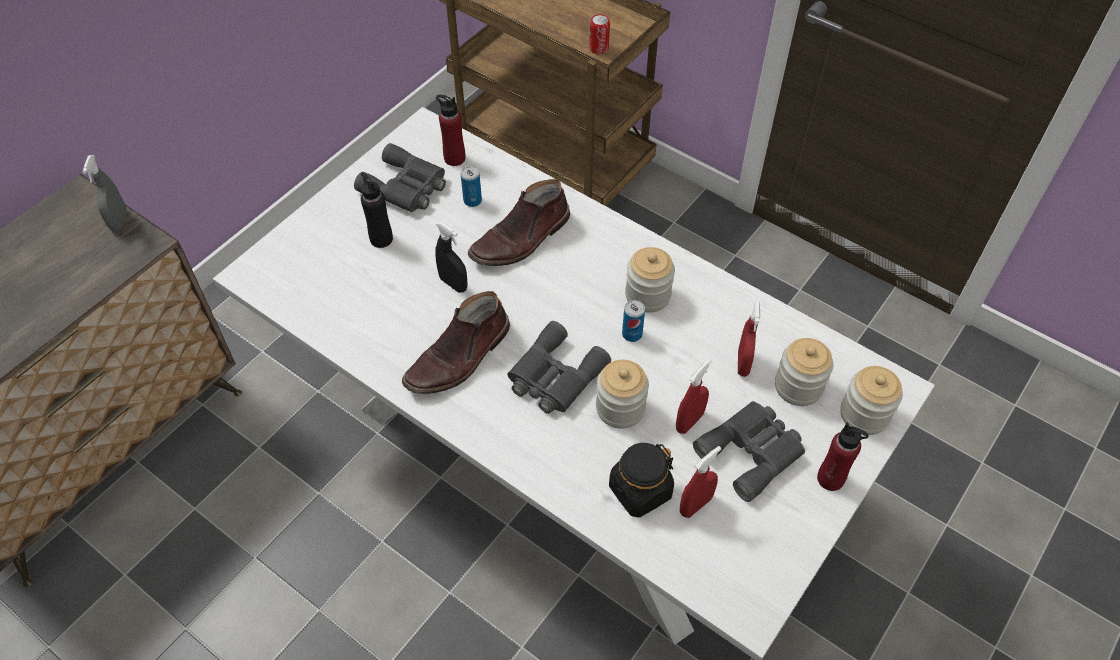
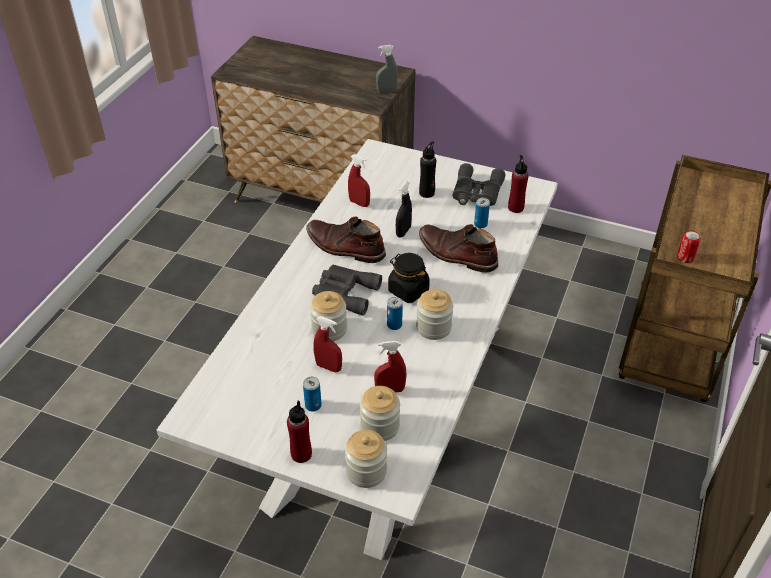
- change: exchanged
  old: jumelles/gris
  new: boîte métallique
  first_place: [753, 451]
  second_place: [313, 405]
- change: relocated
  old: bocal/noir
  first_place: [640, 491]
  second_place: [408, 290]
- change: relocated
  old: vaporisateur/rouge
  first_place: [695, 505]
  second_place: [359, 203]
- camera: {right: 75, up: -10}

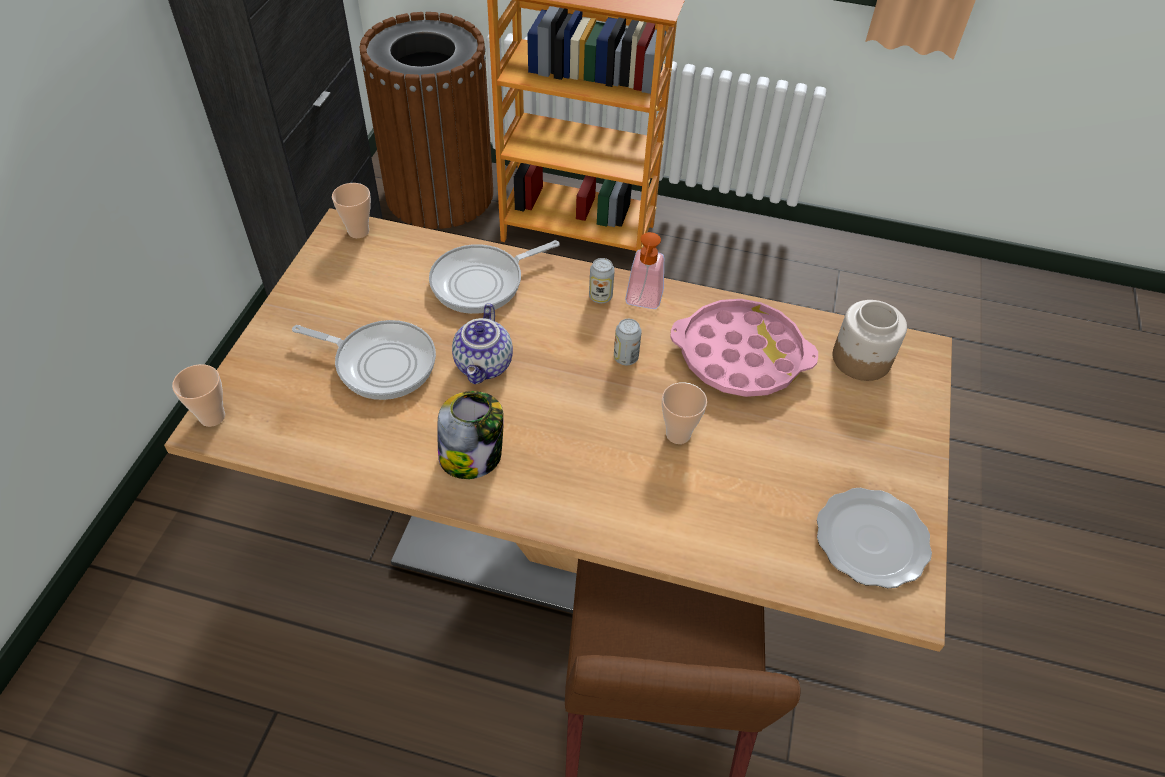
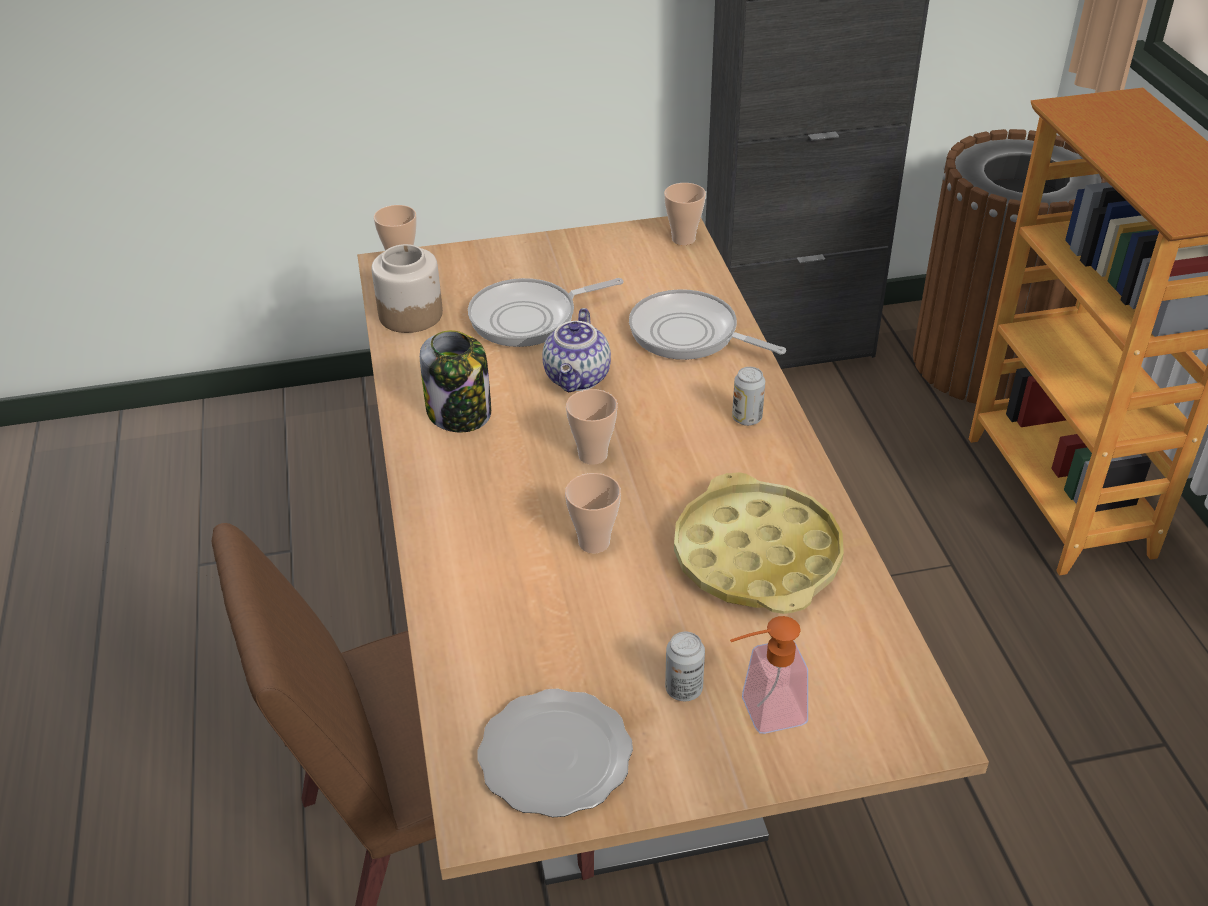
- change: relocated
  old: distributeur de savon
  first_place: [642, 302]
  second_place: [762, 713]
- change: colour
  old: plateau/rose
  new: plateau/jaune
  first_place: [740, 355]
  second_place: [757, 556]
- change: relocated
  old: bocal
  first_place: [860, 358]
  second_place: [410, 314]
- change: spun
  old: théière
  first_place: [485, 365]
  second_place: [579, 378]
  degrees: -60
- change: relocated
  old: boîte métallique
  first_place: [625, 358]
  second_place: [683, 689]
- change: spun
  old: poêle
  first_place: [380, 362]
  second_place: [529, 318]
  degrees: 75
- change: appeared
  new: tasse
  second_place: [592, 455]
- camera: {right: 65, up: -10}

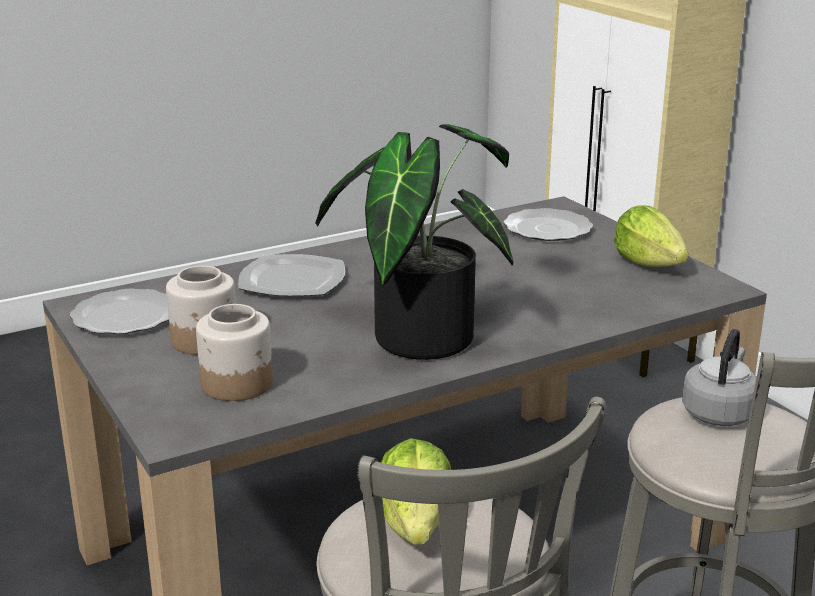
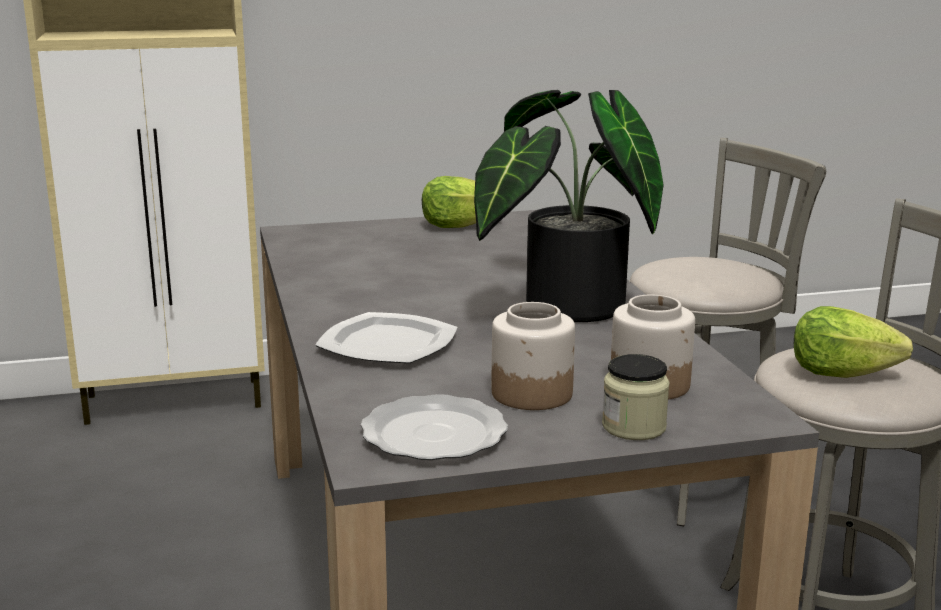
- change: missing
  old: assiette
  first_place: [547, 229]
- change: missing
  old: bouilloire/gris
  first_place: [719, 412]
- change: appeared
  new: bocal
  second_place: [634, 427]
- camera: {right: -75, up: -5}

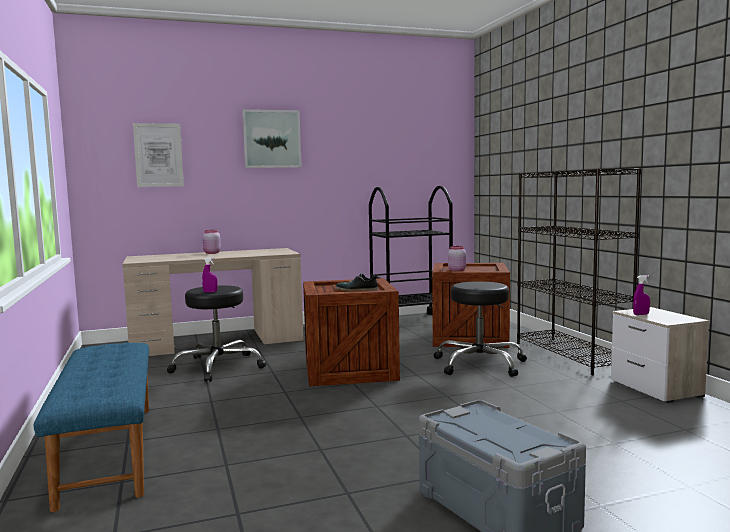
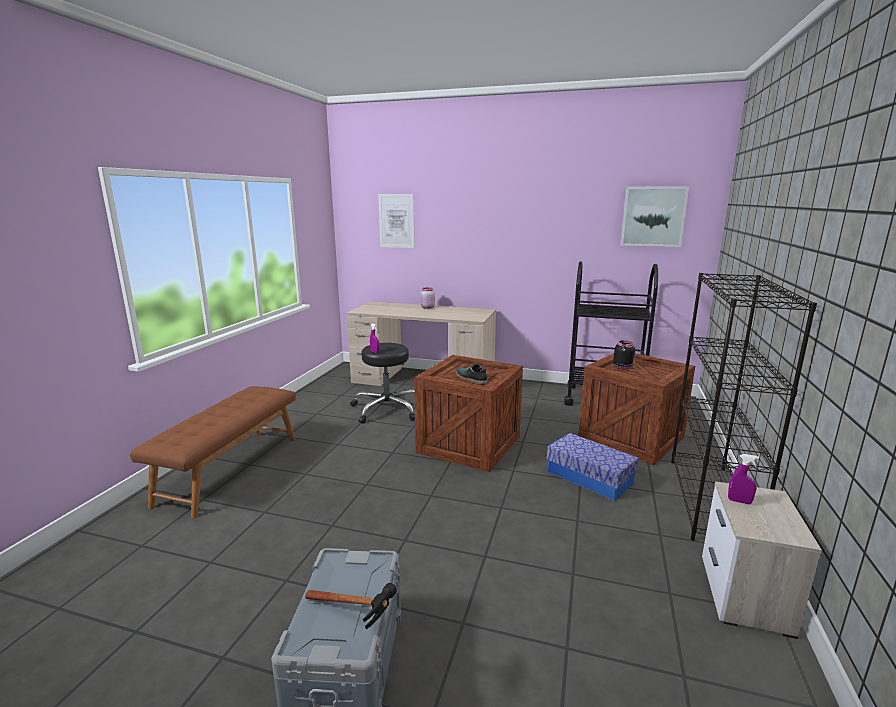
- change: relocated
  old: tableau
  first_place: [271, 139]
  second_place: [653, 216]
- change: colour
  old: bocal/rose
  new: bocal/noir
  first_place: [457, 270]
  second_place: [623, 367]
- change: exchanged
  old: tabouret/noir
  new: boîte de rangement
  first_place: [479, 364]
  second_place: [589, 477]
- change: colour
  old: banc/bleu
  new: banc/marron
  first_place: [107, 451]
  second_place: [230, 469]
- change: appeared
  new: marteau
  second_place: [358, 616]
- camera: {right: 35, up: 10}

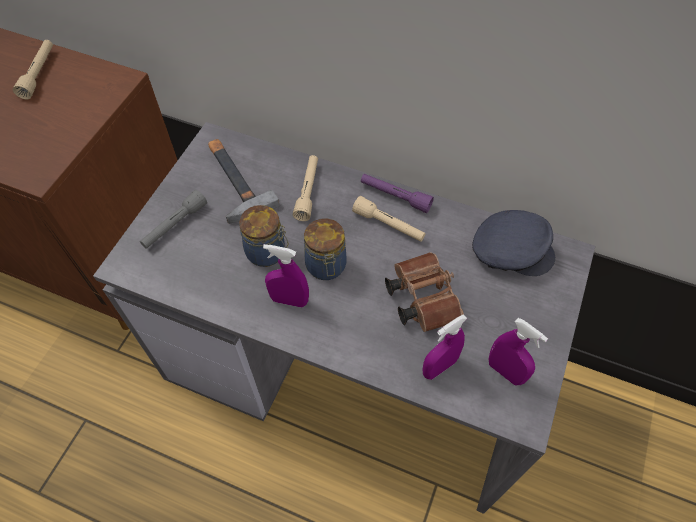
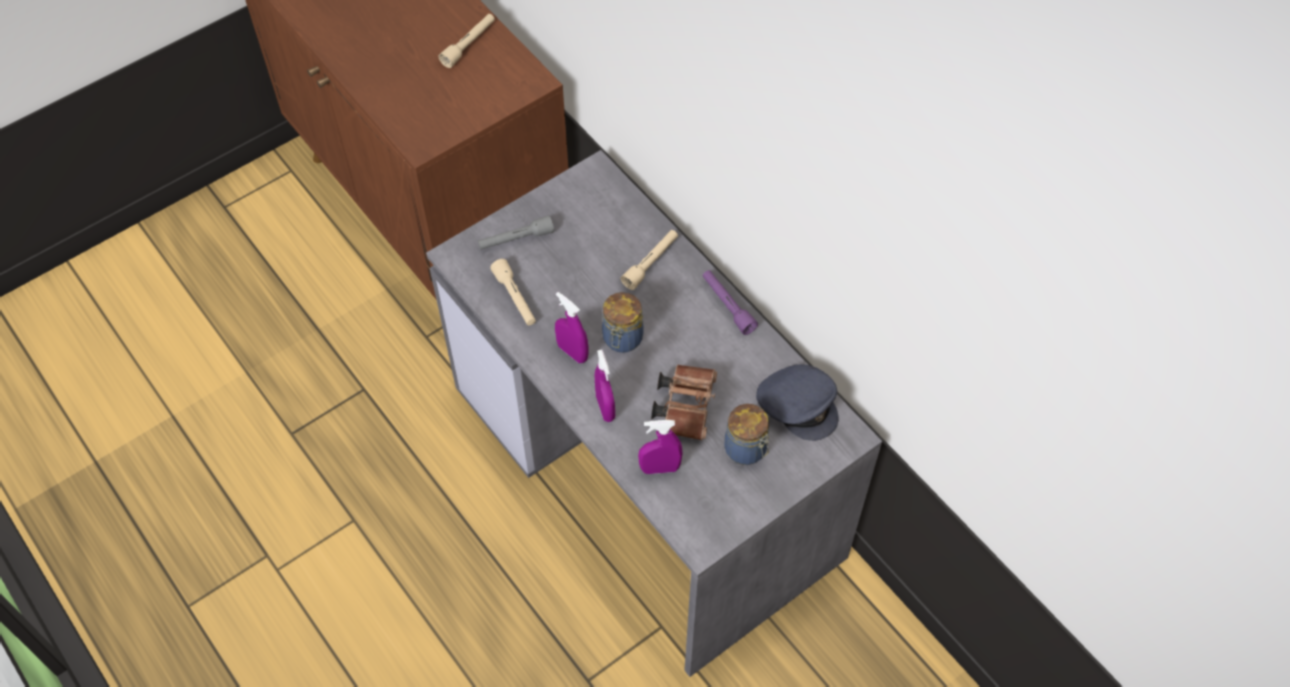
- change: missing
  old: marteau
  first_place: [233, 181]
- change: relocated
  old: lampe de poche/beige
  first_place: [388, 225]
  second_place: [515, 298]
- change: relocated
  old: bocal
  first_place: [267, 252]
  second_place: [746, 450]
- change: relocated
  old: vaporisateur/violet
  first_place: [505, 372]
  second_place: [605, 408]
- camera: {right: 30, up: 0}

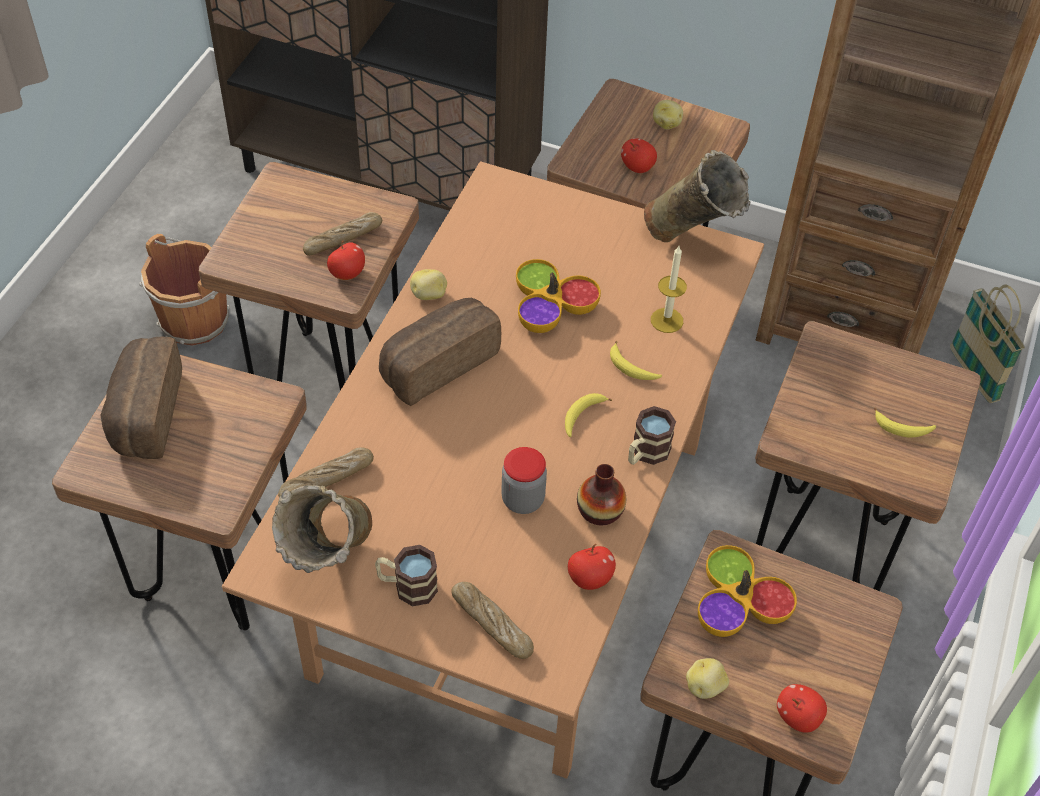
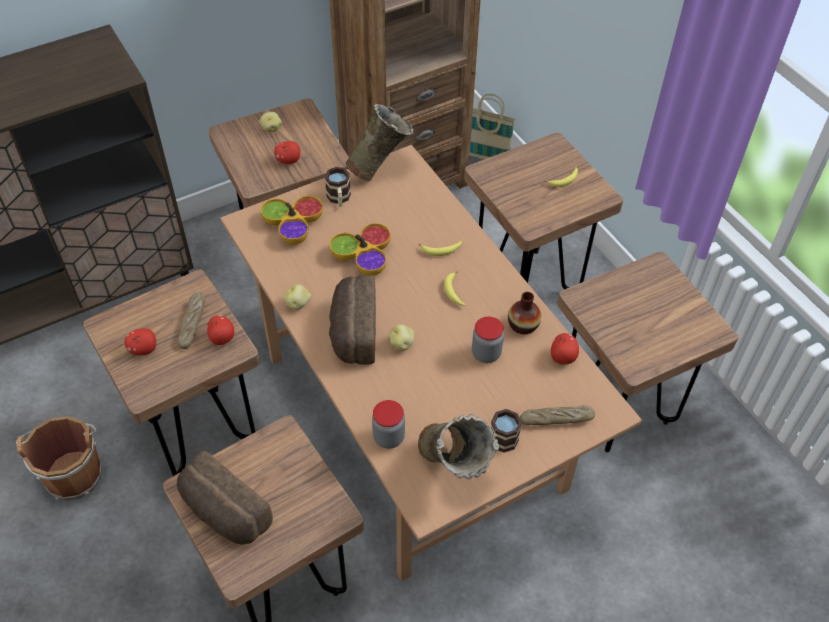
- change: missing
  old: bougie
  first_place: [667, 320]
- change: relocated
  old: mug
  first_place: [646, 454]
  second_place: [339, 199]
- change: exchanged
  old: pain
  new: bocal
  first_place: [327, 480]
  second_place: [388, 437]
- change: relocated
  old: bol
  first_place: [738, 603]
  second_place: [293, 225]
- change: relocated
  old: pomme de terre
  first_place: [705, 686]
  second_place: [401, 344]
- change: relocated
  old: pomme
  first_place: [798, 717]
  second_place: [144, 349]
- camera: {right: -50, up: 0}

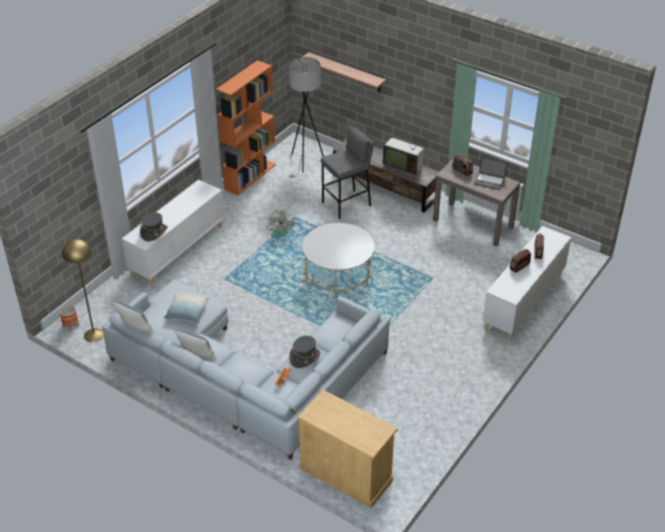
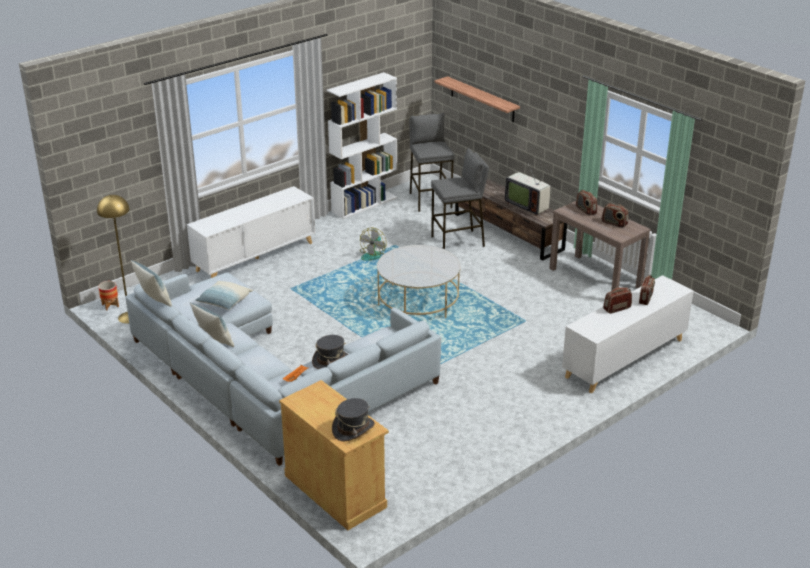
- change: exchanged
  old: lampadaire/gris
  new: tabouret/gris
  first_place: [305, 163]
  second_place: [430, 200]
- change: colour
  old: bibliothèque/orange
  new: bibliothèque/blanc
  first_place: [250, 176]
  second_place: [364, 204]
- change: exchanged
  old: ordinateur portable
  new: radio
  first_place: [490, 181]
  second_place: [614, 223]
- change: relocated
  old: chapeau/gris
  first_place: [154, 232]
  second_place: [353, 429]
- camera: {right: 15, up: -10}

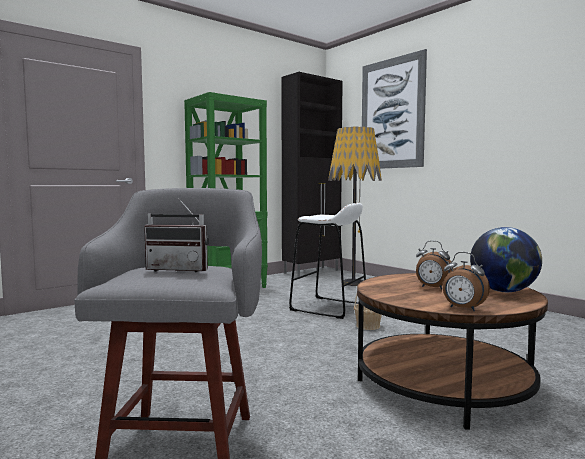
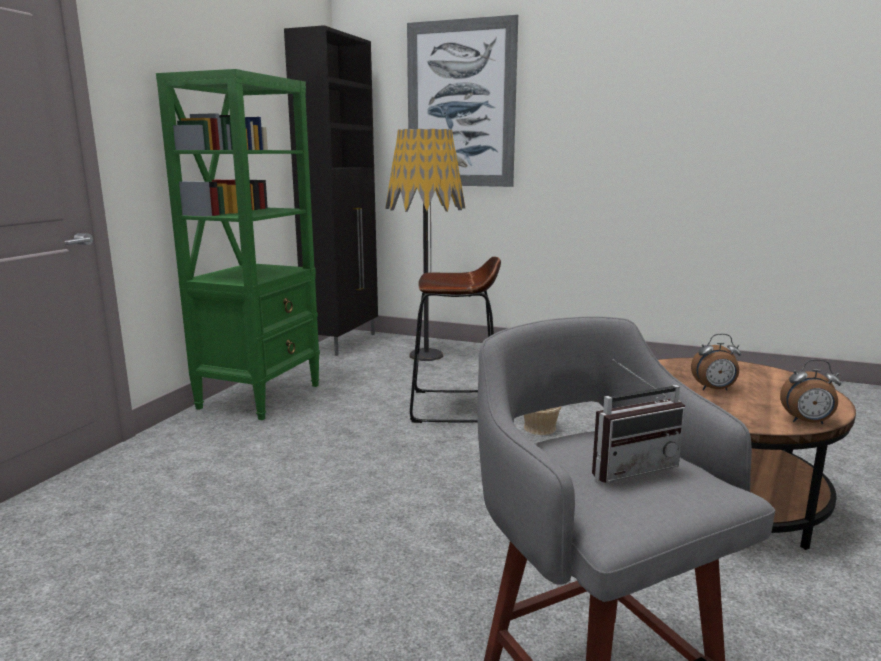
- change: colour
  old: tabouret/blanc
  new: tabouret/marron
  first_place: [329, 307]
  second_place: [454, 406]
- change: missing
  old: globe
  first_place: [503, 291]
- camera: {right: -30, up: 10}

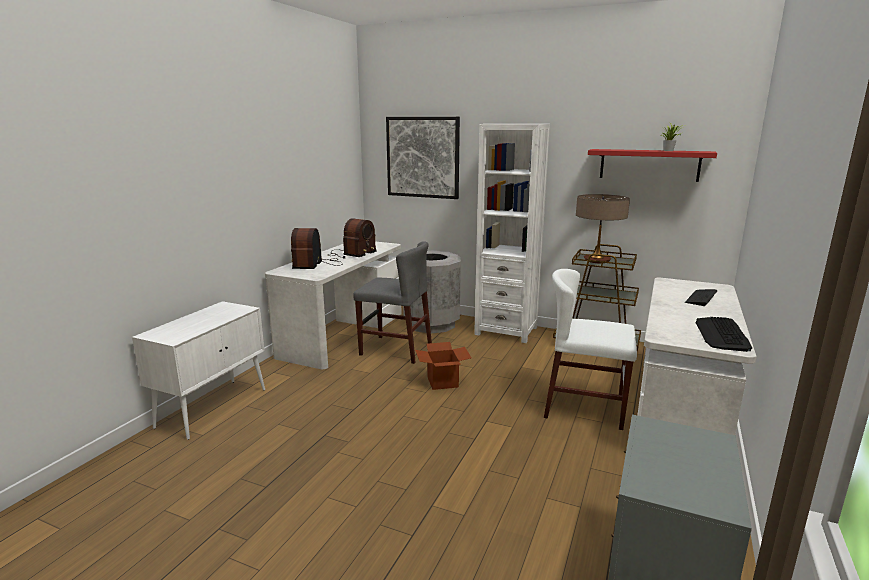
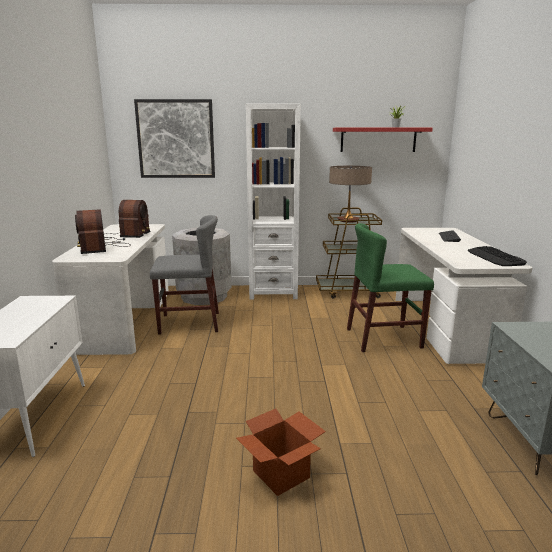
- change: colour
  old: chaise/blanc
  new: chaise/vert
  first_place: [584, 408]
  second_place: [383, 338]
- change: relocated
  old: carton
  first_place: [442, 382]
  second_place: [280, 474]
- camera: {right: -25, up: 0}

